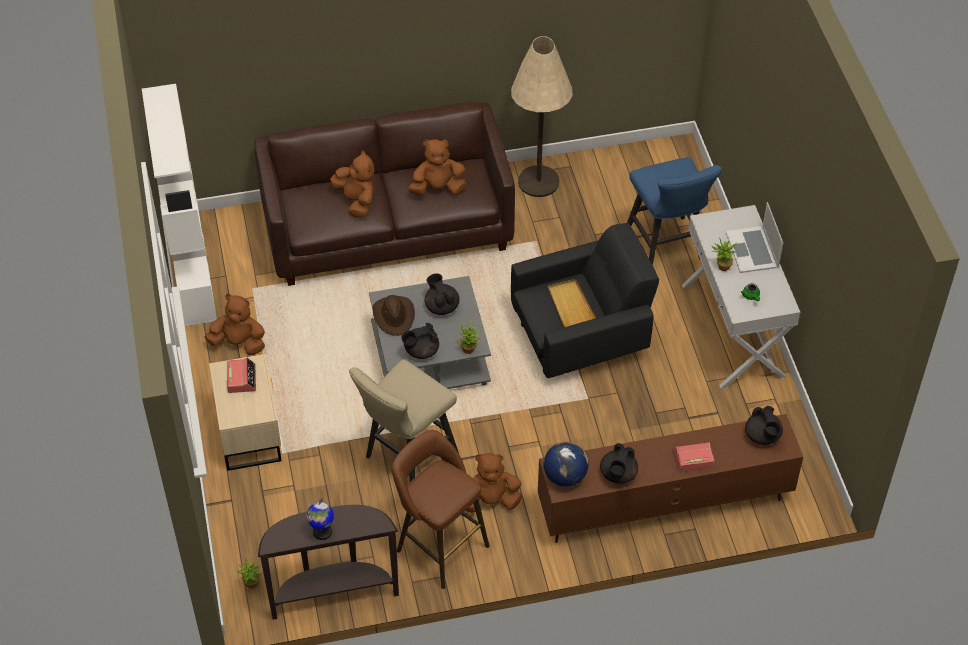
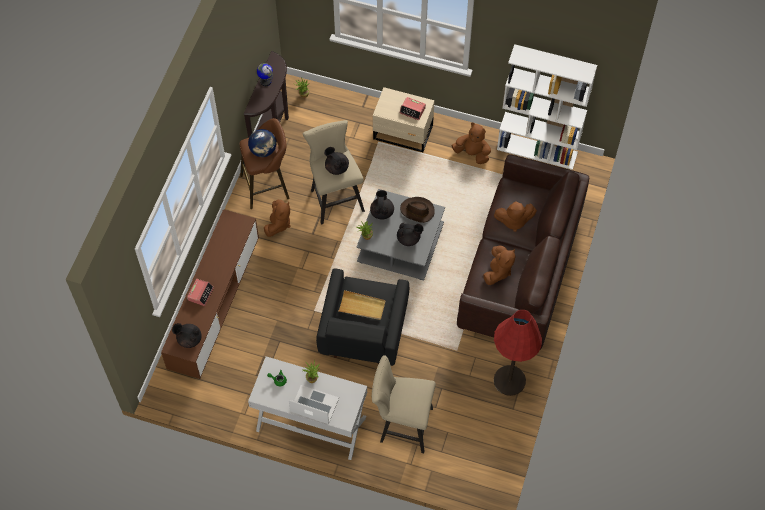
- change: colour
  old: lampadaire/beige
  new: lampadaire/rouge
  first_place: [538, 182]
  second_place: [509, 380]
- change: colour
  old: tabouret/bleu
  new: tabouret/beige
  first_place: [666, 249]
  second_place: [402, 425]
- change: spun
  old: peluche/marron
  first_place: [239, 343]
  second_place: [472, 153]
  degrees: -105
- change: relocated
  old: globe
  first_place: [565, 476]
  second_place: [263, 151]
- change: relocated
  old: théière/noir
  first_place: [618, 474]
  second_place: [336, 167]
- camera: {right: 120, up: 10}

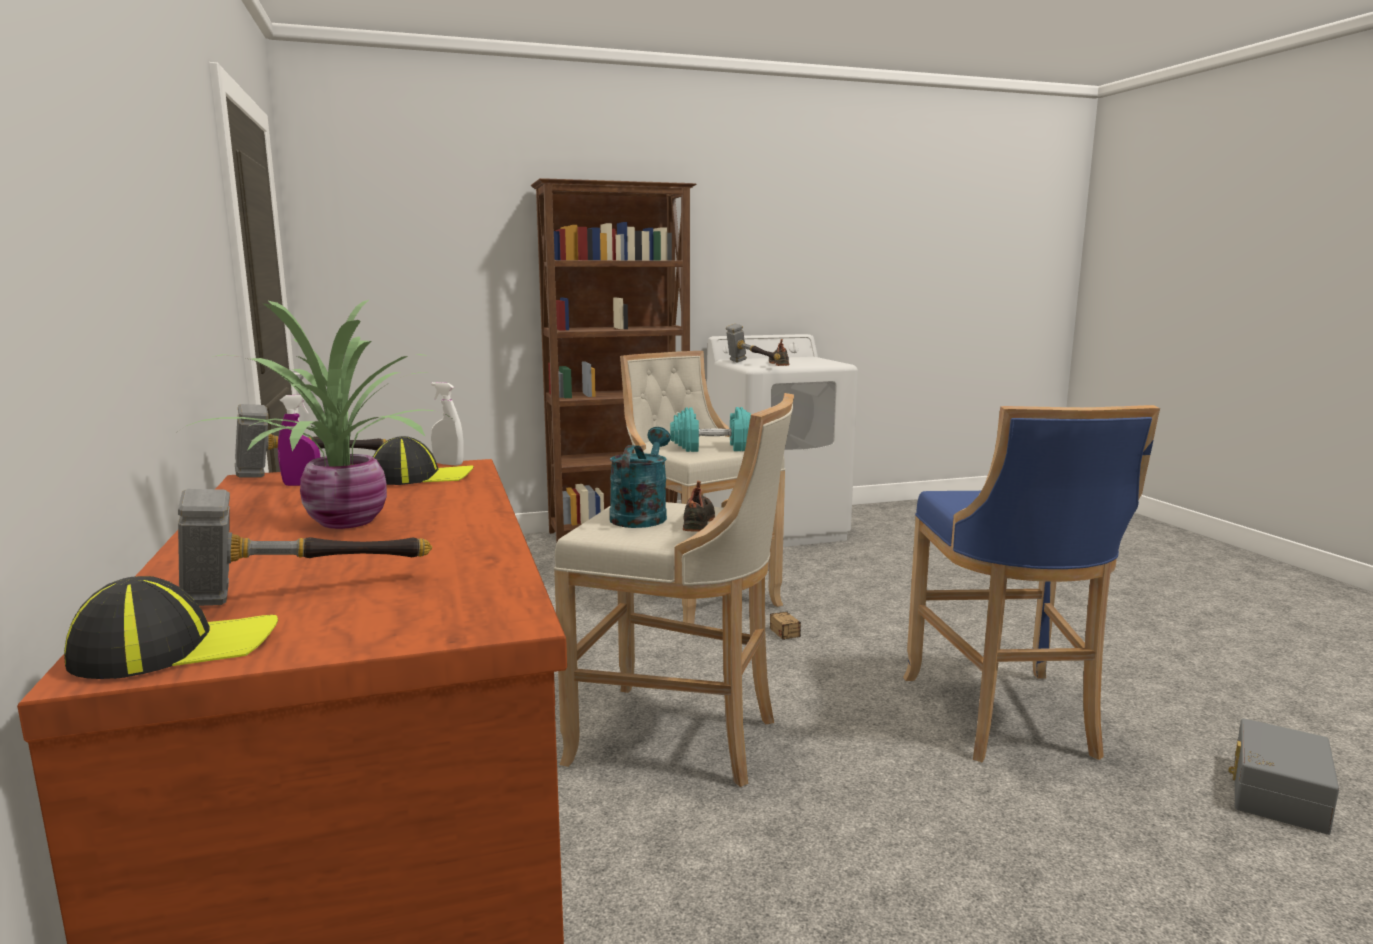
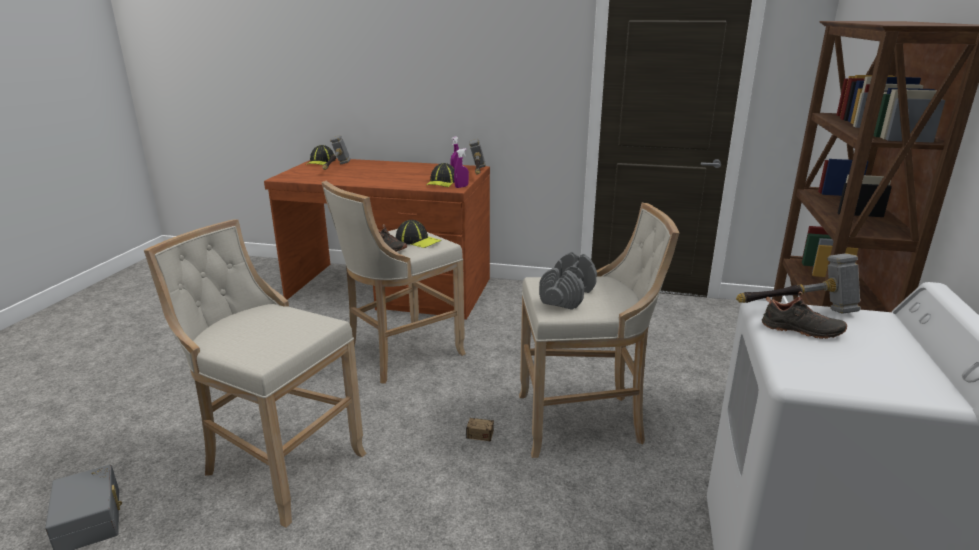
- change: missing
  old: plante en pot
  first_place: [343, 521]
- change: colour
  old: vaporisateur/blanc
  new: vaporisateur/violet
  first_place: [448, 464]
  second_place: [461, 187]
- change: colour
  old: tabouret/bleu
  new: tabouret/beige
  first_place: [1005, 718]
  second_place: [278, 466]
- change: colour
  old: haltère/turquoise
  new: haltère/gris
  first_place: [714, 448]
  second_place: [567, 296]
- change: exchanged
  old: arrosoir/turquoise
  new: casquette
  first_place: [641, 515]
  second_place: [418, 241]
- camera: {right: 120, up: 10}

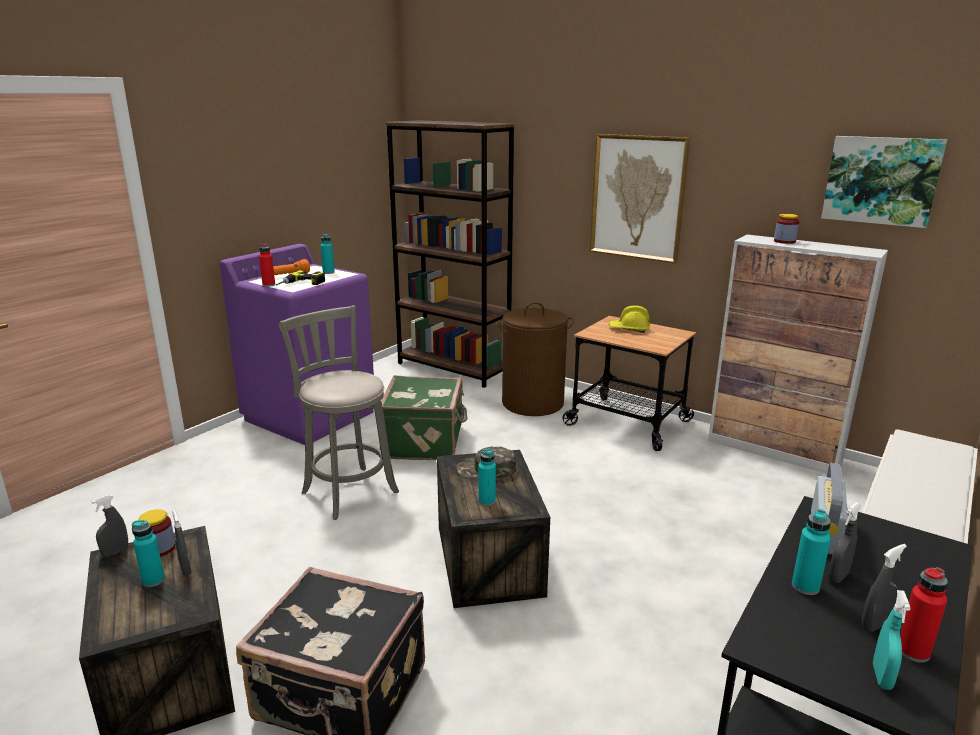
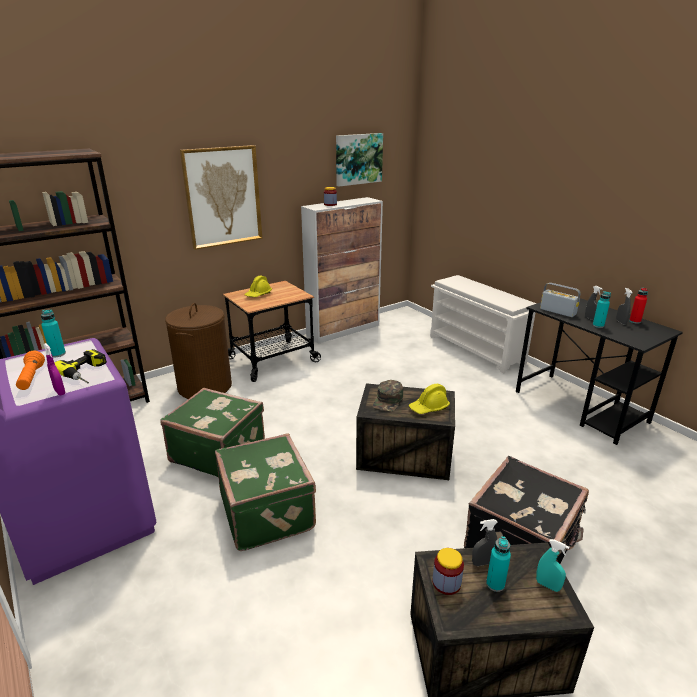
- change: exchanged
  old: bouteille/rouge
  new: vaporisateur/violet
  first_place: [269, 285]
  second_place: [60, 392]
- change: exchanged
  old: tabouret/gris
  new: valise/vert
  first_place: [347, 490]
  second_place: [268, 511]
- change: exchanged
  old: bouteille/turquoise
  new: casque de chantier/jaune
  first_place: [487, 501]
  second_place: [429, 408]
- change: missing
  old: vaporisateur/gris
  first_place: [115, 551]
- change: relocated
  old: vaporisateur/turquoise
  first_place: [882, 677]
  second_place: [548, 585]
- camera: {right: -70, up: 5}

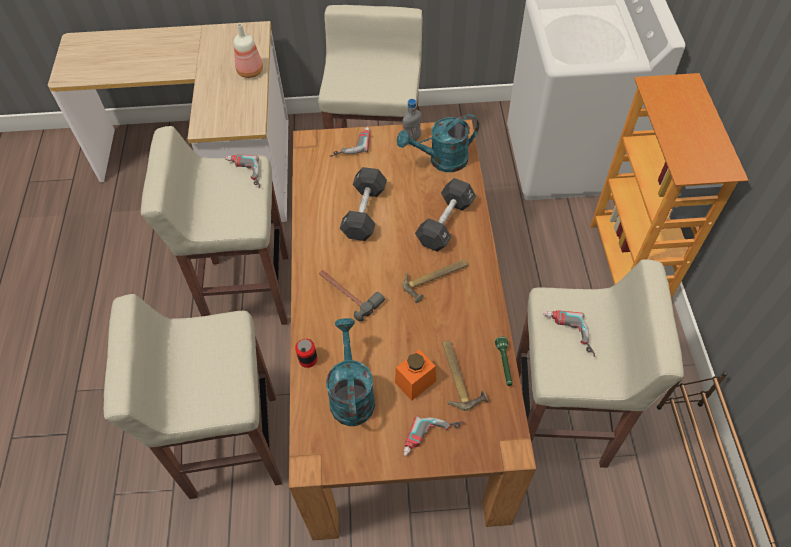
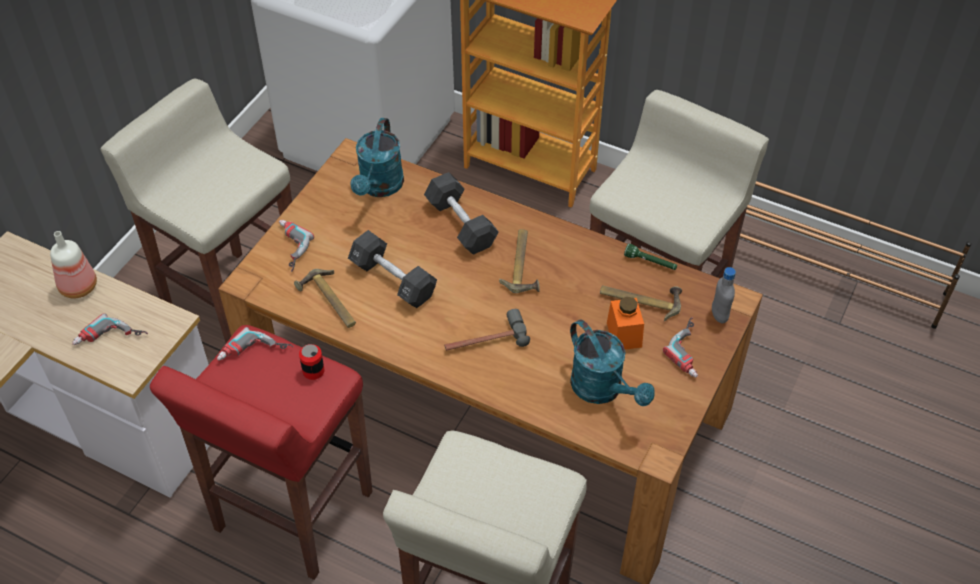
- change: relocated
  old: bouteille/gris
  first_place: [411, 139]
  second_place: [719, 315]
- change: colour
  old: tabouret/beige
  new: tabouret/rouge
  first_place: [247, 291]
  second_place: [292, 513]
- change: relocated
  old: perceuse
  first_place: [567, 335]
  second_place: [110, 341]
- change: spun
  old: arrosoir/turquoise
  first_place: [351, 394]
  second_place: [603, 390]
  degrees: -150
- change: relocated
  old: boîte métallique
  first_place: [308, 359]
  second_place: [313, 371]
- change: appeared
  new: marteau
  second_place: [329, 303]
- camera: {right: -60, up: -5}

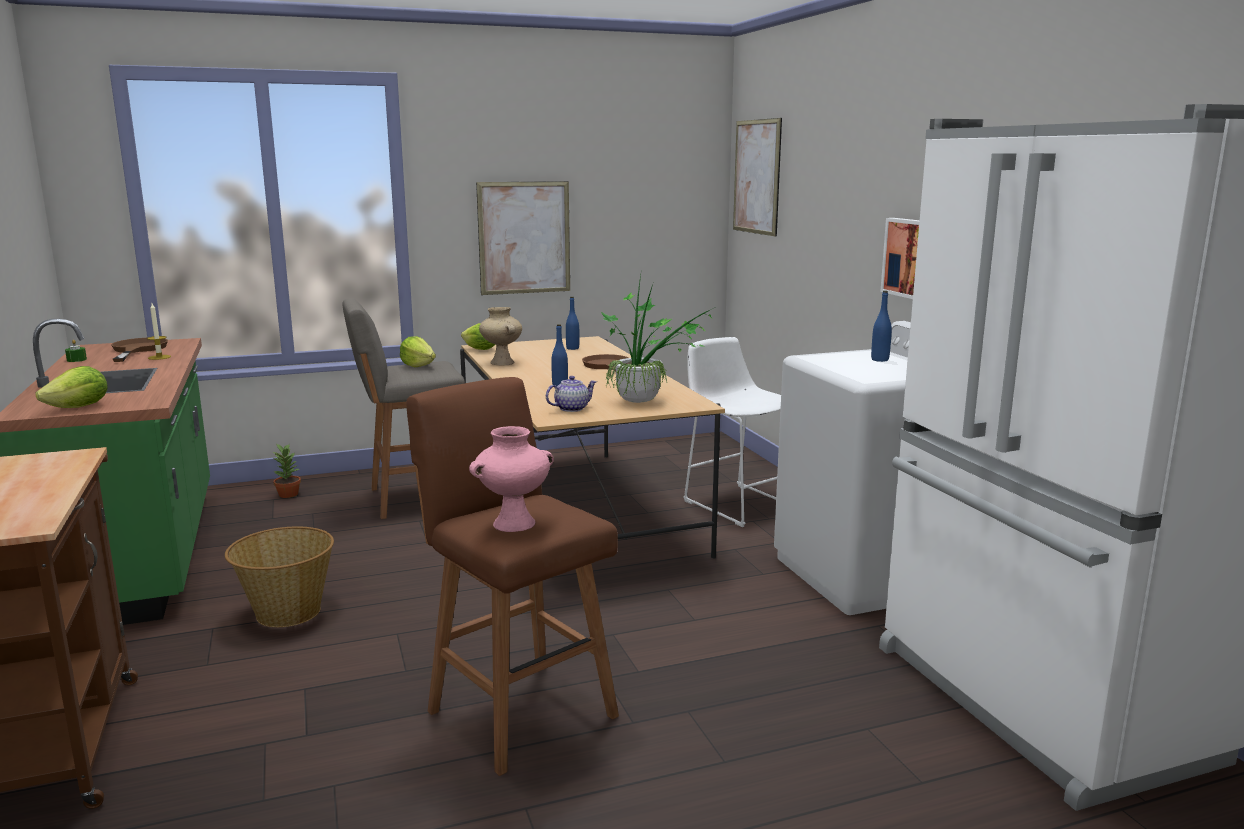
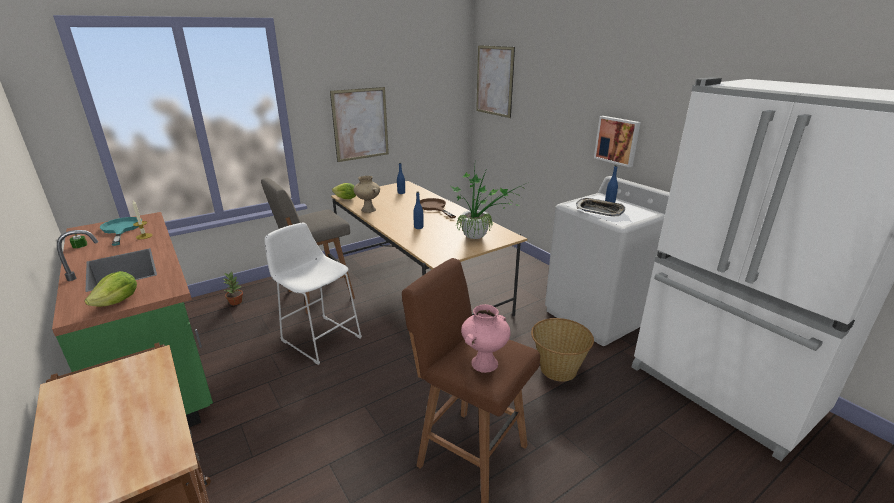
- change: missing
  old: laitue
  first_place: [418, 366]
- change: relocated
  old: tabouret/blanc
  first_place: [736, 503]
  second_place: [319, 337]
- change: colour
  old: poêle/marron
  new: poêle/turquoise
  first_place: [137, 350]
  second_place: [121, 229]
- change: missing
  old: théière
  first_place: [572, 408]
- change: relocated
  old: panier
  first_place: [287, 612]
  second_place: [557, 369]
- change: appeared
  new: plateau
  second_place: [599, 210]
- camera: {right: -15, up: 10}

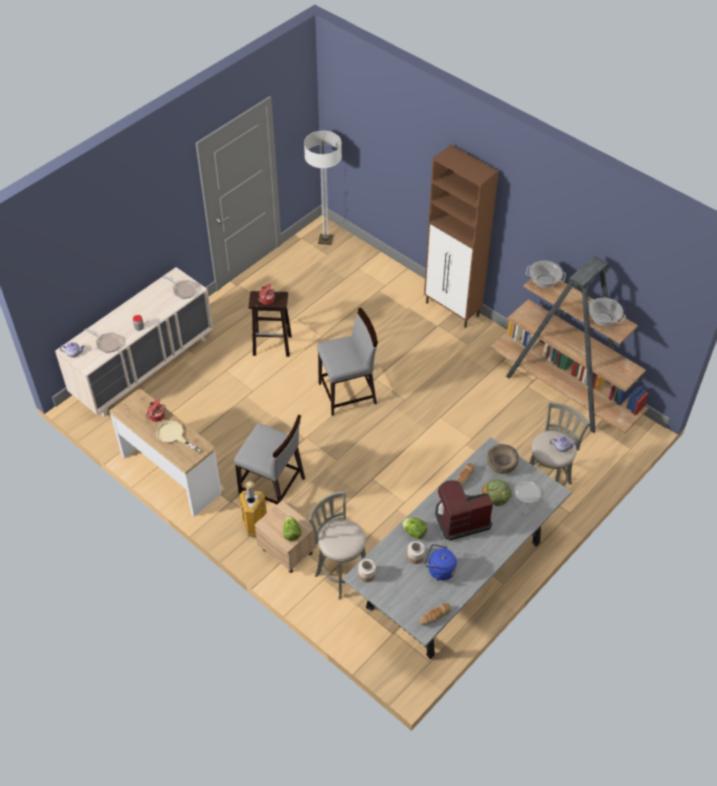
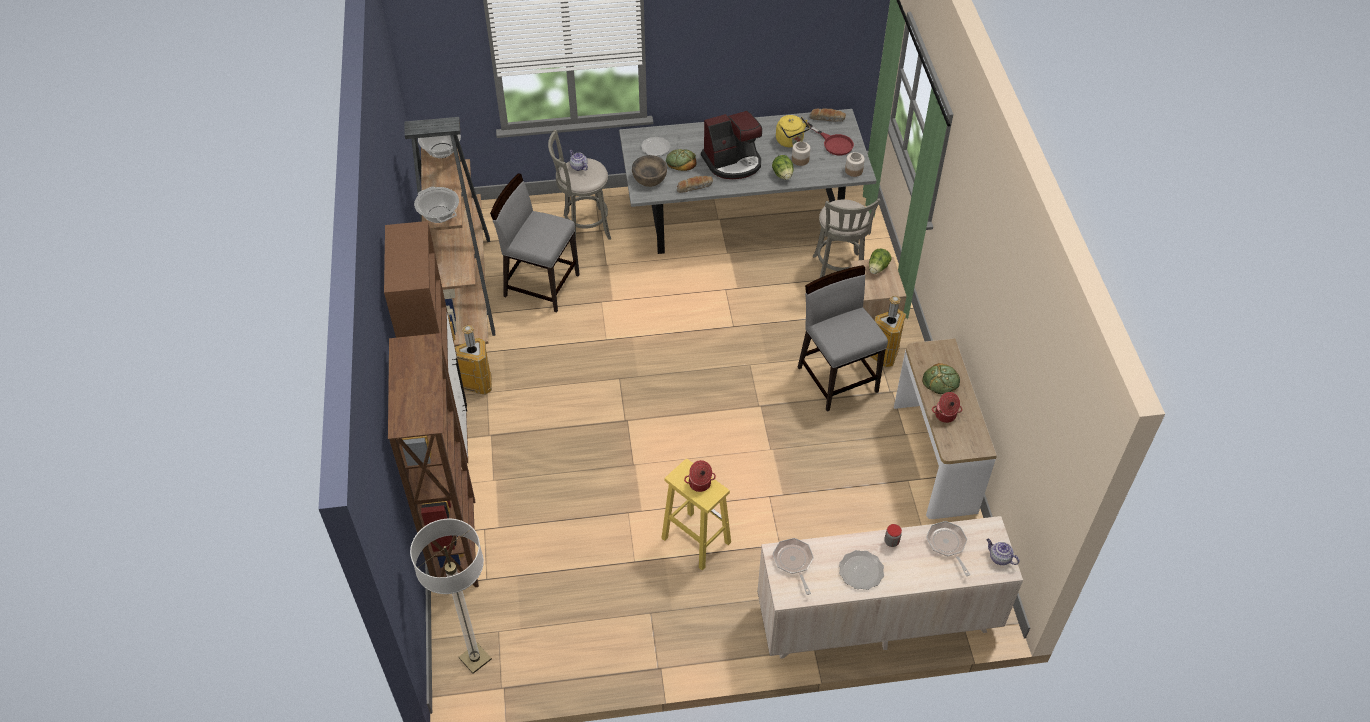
- change: colour
  old: tabouret/marron
  new: tabouret/jaune
  first_place: [273, 345]
  second_place: [695, 540]
- change: relocated
  old: chaise/gris
  first_place: [348, 393]
  second_place: [541, 284]
- change: exchanged
  old: poêle/beige
  new: pain
  first_place: [174, 436]
  second_place: [941, 381]
- change: spun
  old: machine à café
  first_place: [461, 519]
  second_place: [733, 162]
  degrees: -45
- change: colour
  old: bouilloire/bleu
  new: bouilloire/jaune
  first_place: [439, 570]
  second_place: [791, 141]
- change: appeared
  new: poêle/rouge
  second_place: [834, 143]
- change: appeared
  new: poubelle
  second_place: [477, 384]
- change: appeared
  new: bibliothèque/marron
  second_place: [456, 544]
- change: appeared
  new: assiette
  second_place: [861, 571]
- camera: {right: -140, up: 0}

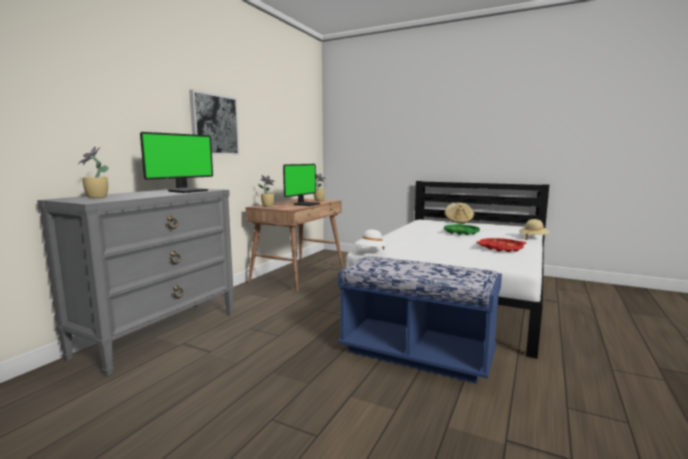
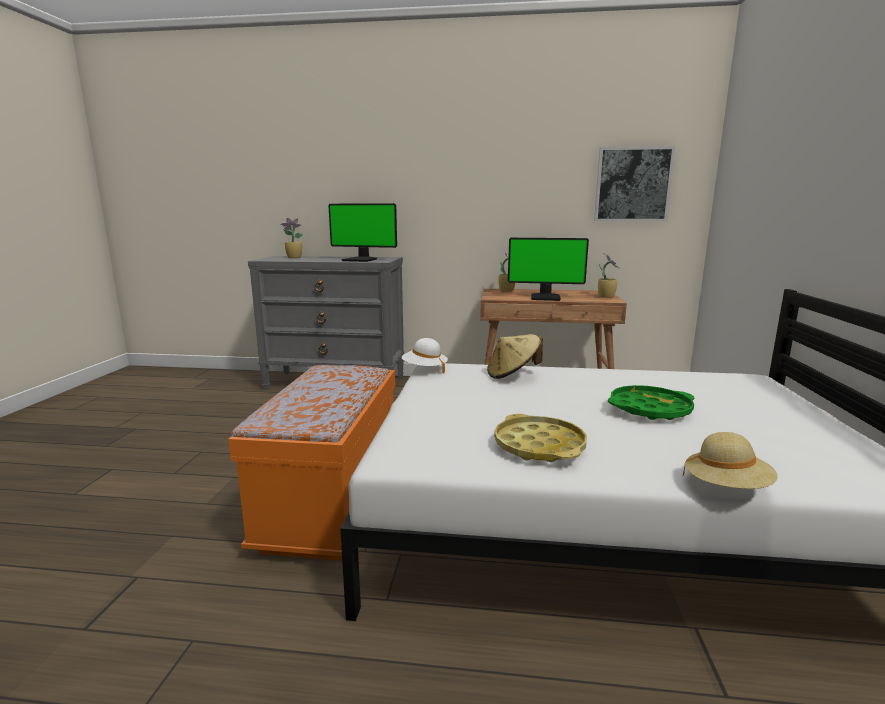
- change: relocated
  old: tableau
  first_place: [214, 124]
  second_place: [632, 184]
- change: relocated
  old: chapeau/beige
  first_place: [459, 221]
  second_place: [513, 374]
- change: colour
  old: plateau/rouge
  new: plateau/jaune
  first_place: [500, 248]
  second_place: [539, 446]
- change: colour
  old: banc/bleu
  new: banc/orange
  first_place: [416, 353]
  second_place: [333, 503]
- camera: {right: 70, up: 5}

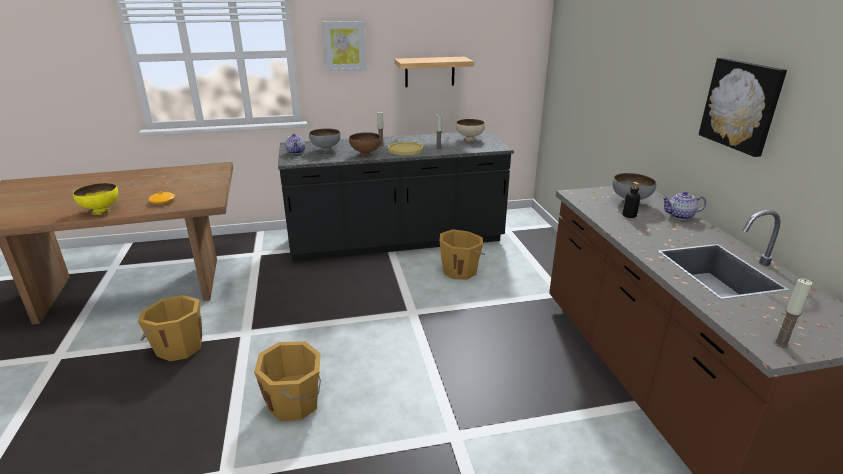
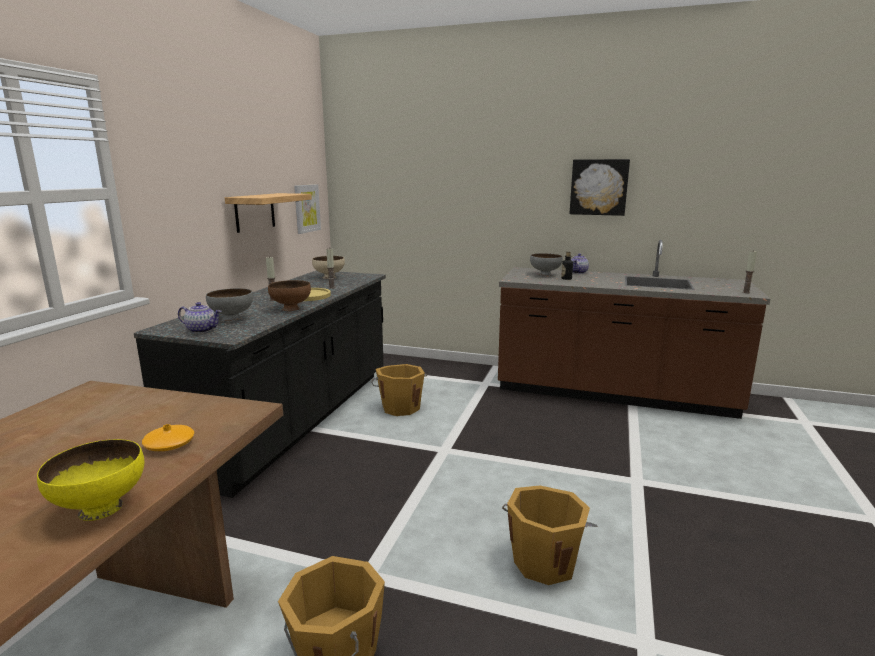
- change: relocated
  old: tableau
  first_place: [344, 46]
  second_place: [306, 208]
- camera: {right: -60, up: -10}

